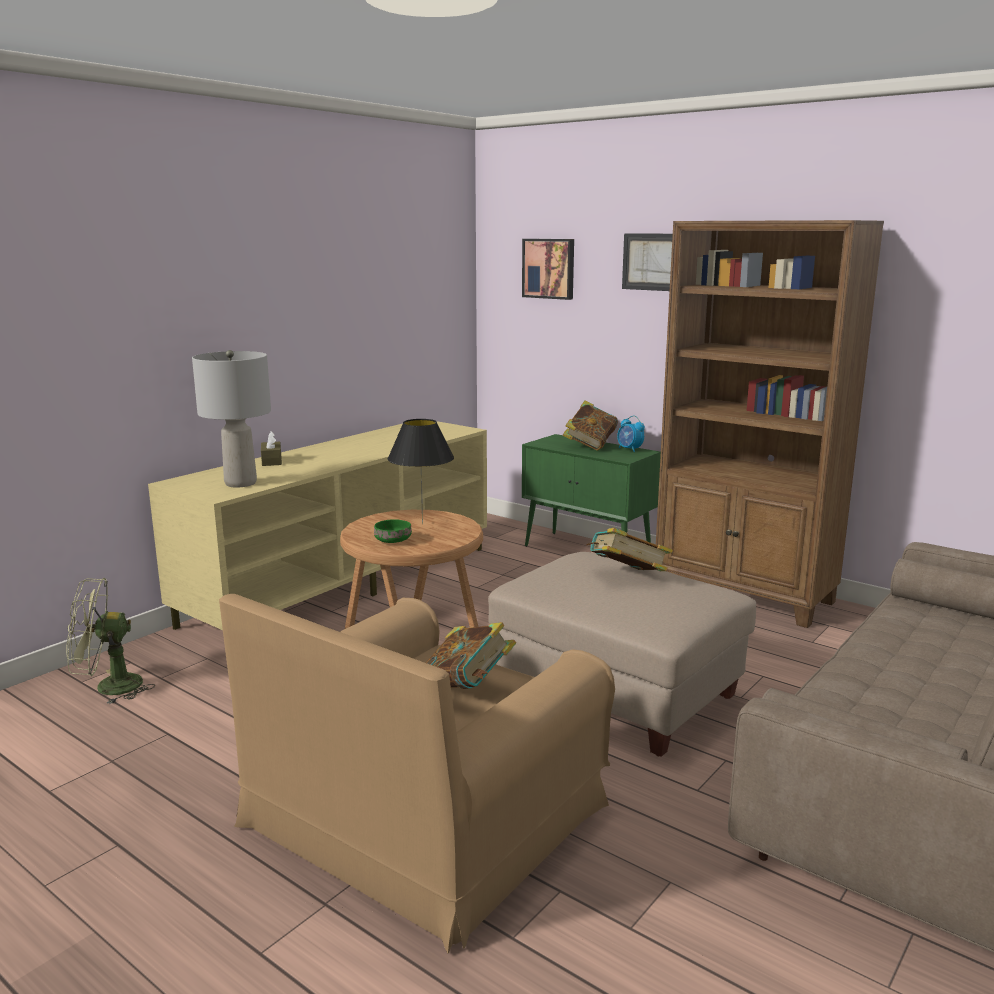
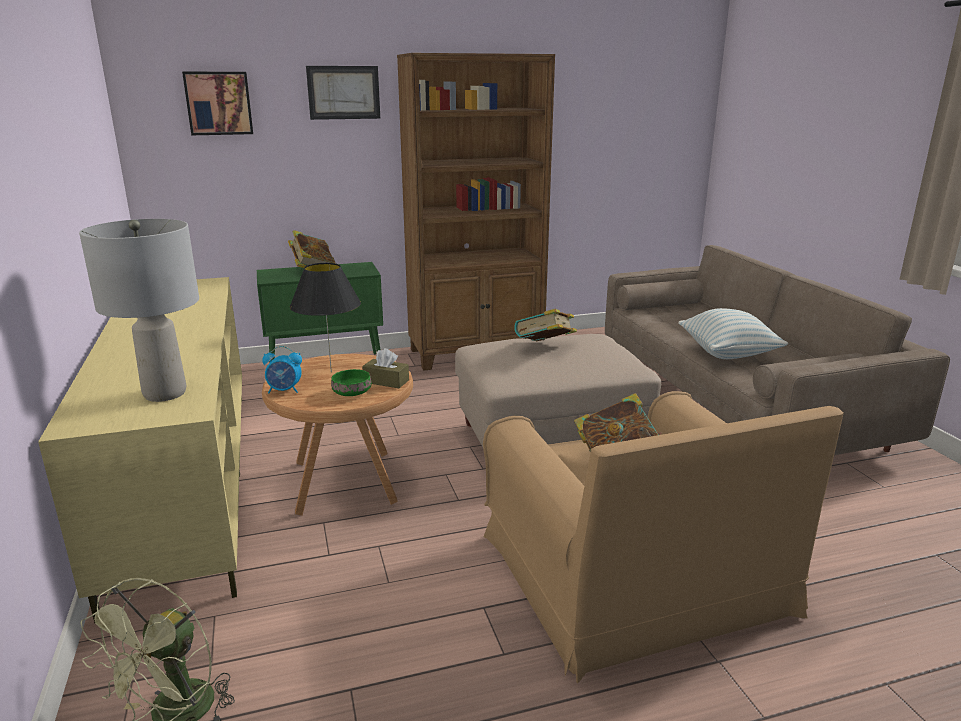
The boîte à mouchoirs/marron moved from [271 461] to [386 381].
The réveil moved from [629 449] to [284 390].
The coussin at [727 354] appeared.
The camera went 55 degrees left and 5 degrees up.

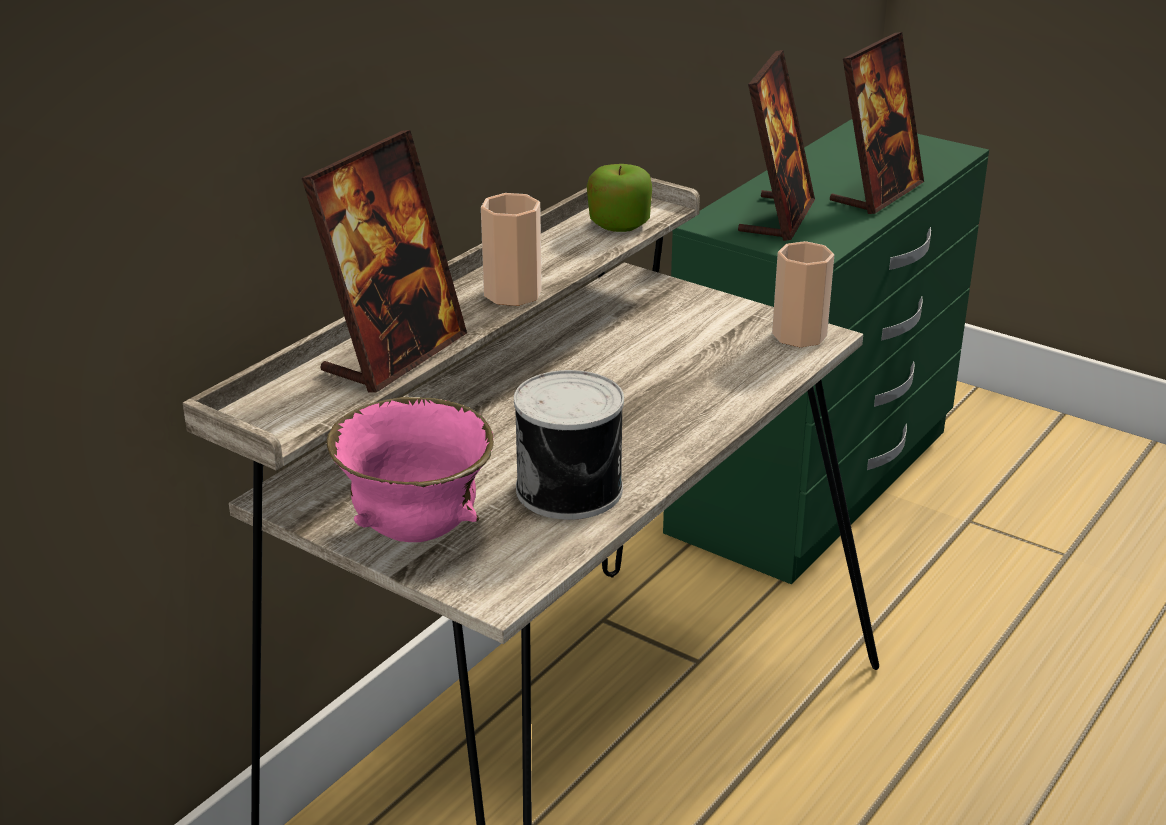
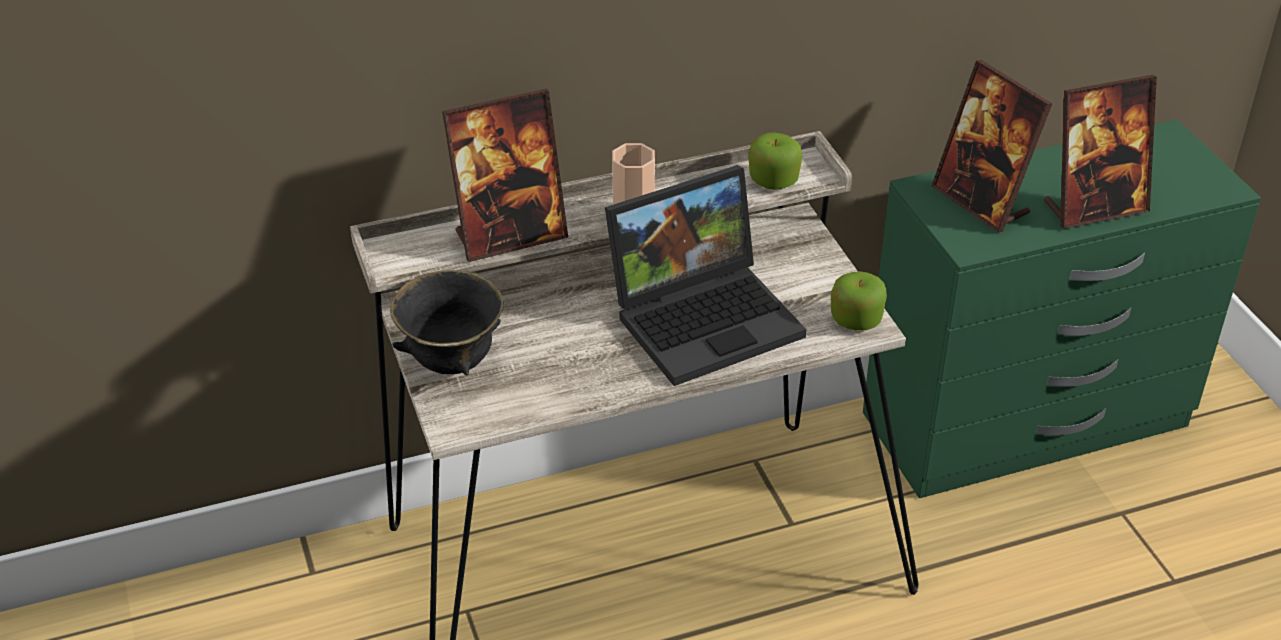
The bol/rose at [416 532] became the bol/noir at [451 364].
The boîte métallique at [572 489] disappeared.
The cadre photo at [776 217] turned 90 degrees clockwise.
The tasse at [799 335] was replaced by the pomme at [856 319].
The ordinateur portable at [706 316] appeared.
The camera went 35 degrees right and 10 degrees up.

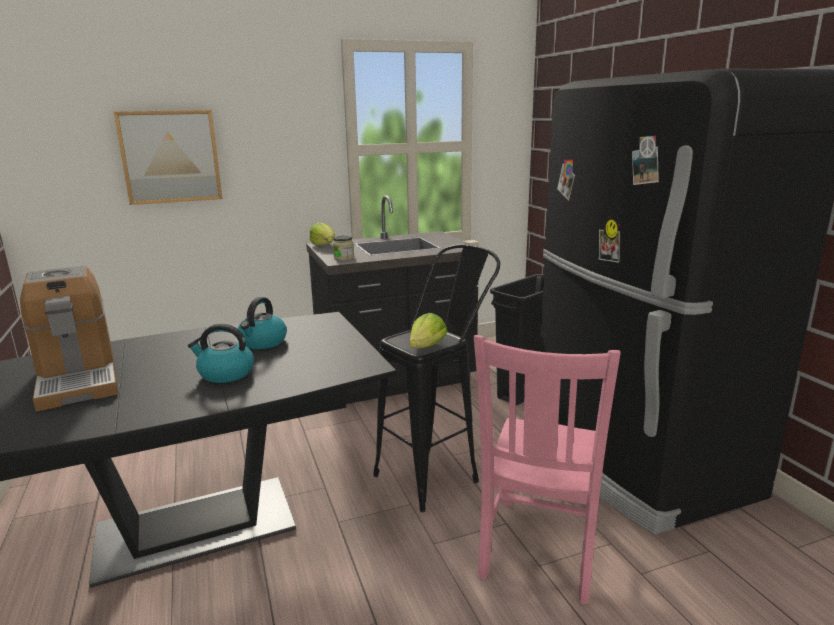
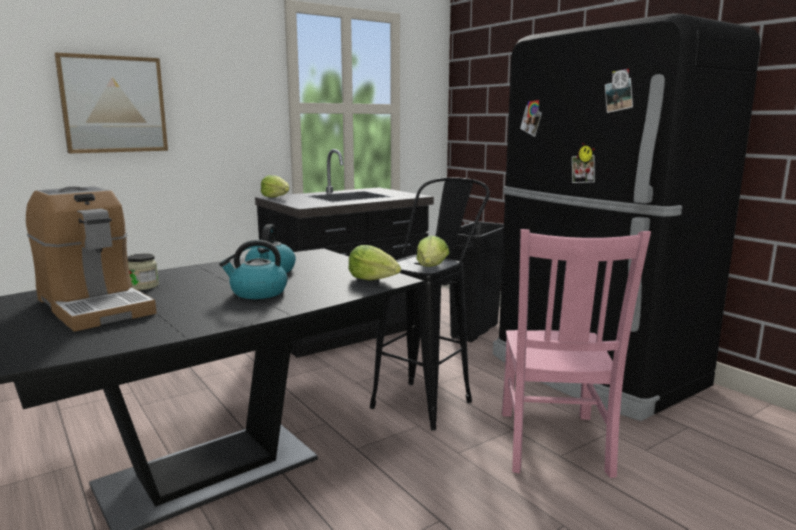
The bocal moved from [344 258] to [143 286].
The laitue at [374 280] appeared.
The camera went 15 degrees left and 5 degrees down.

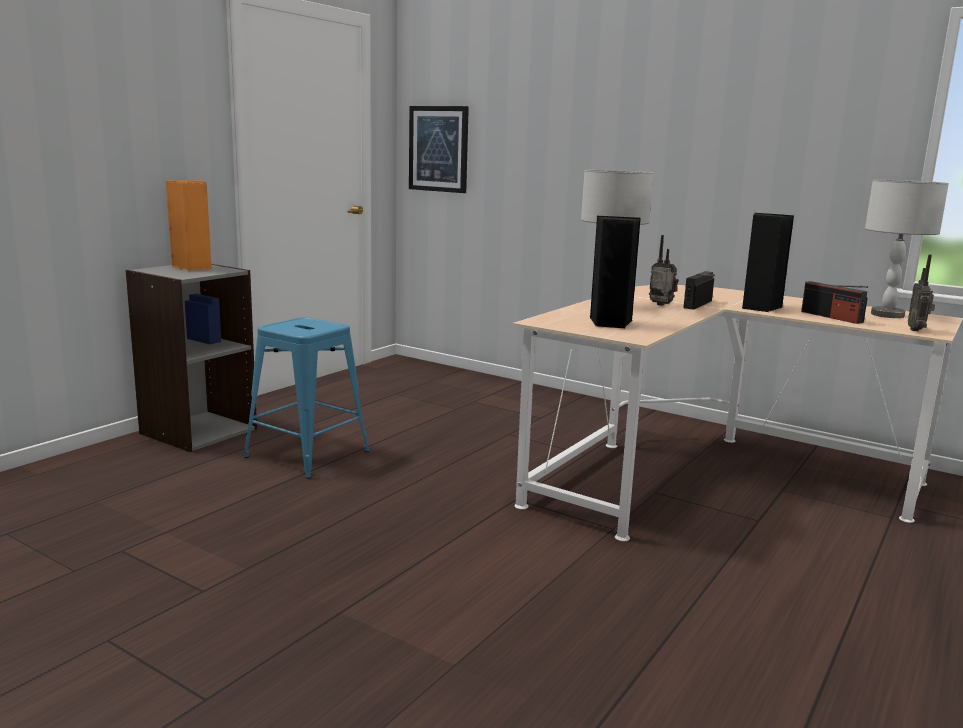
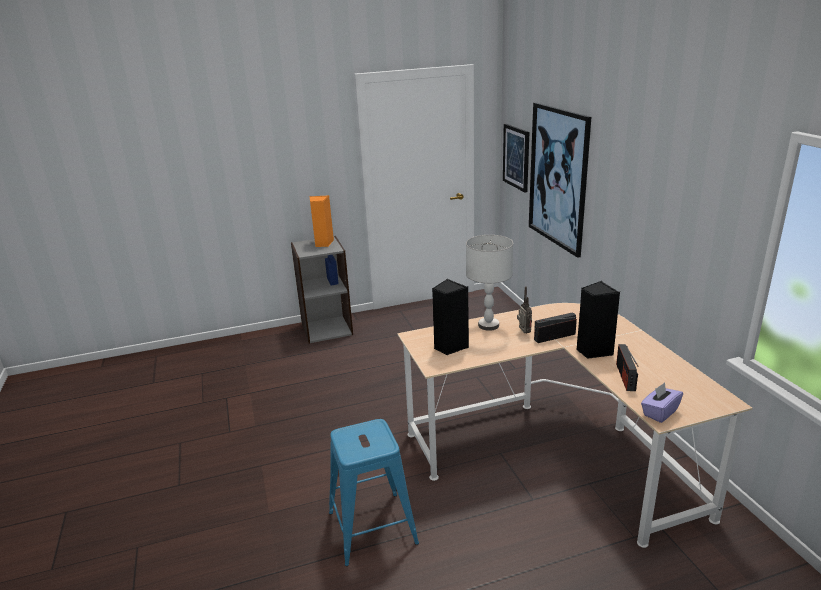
The tabouret/bleu moved from [308 454] to [373 528].
The lampe de table/gris at [887 315] disappeared.
The radio at [917 330] was replaced by the boîte à mouchoirs/violet at [659 412].
The tableau at [558 177] appeared.
The camera went 40 degrees right and 10 degrees up.

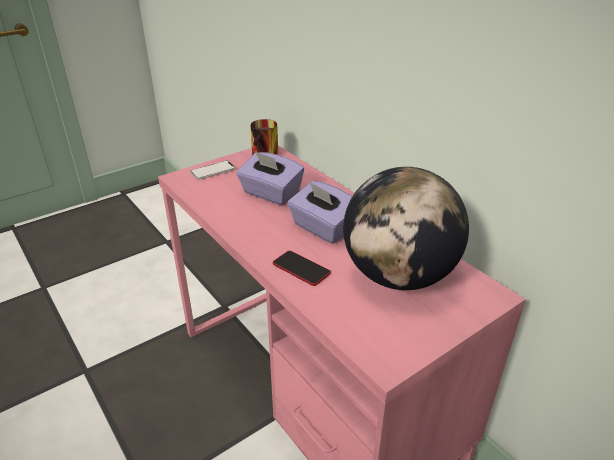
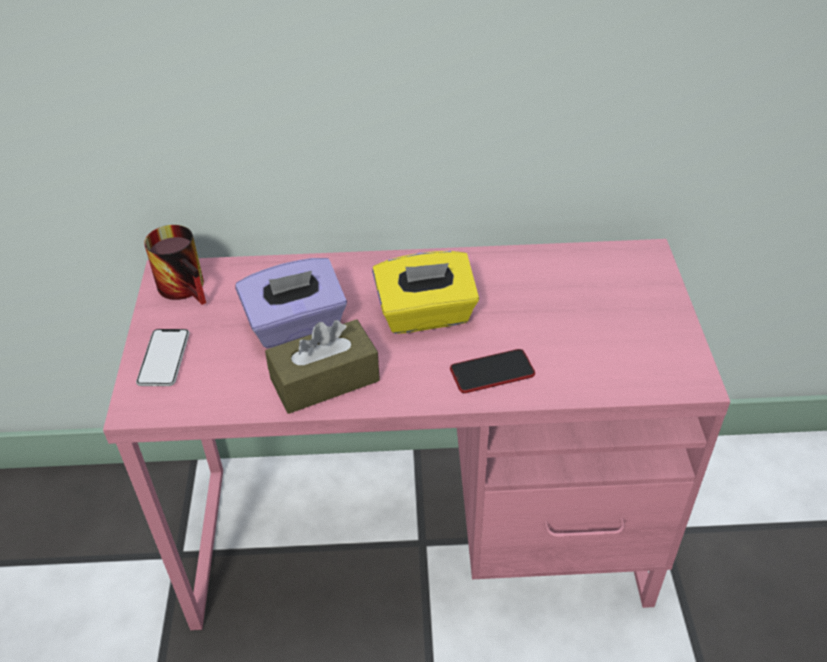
The boîte à mouchoirs/violet at [323 228] became the boîte à mouchoirs/jaune at [426 315].
The globe at [398 276] disappeared.
The boîte à mouchoirs/marron at [325 380] appeared.
The camera went 55 degrees left and 10 degrees up.

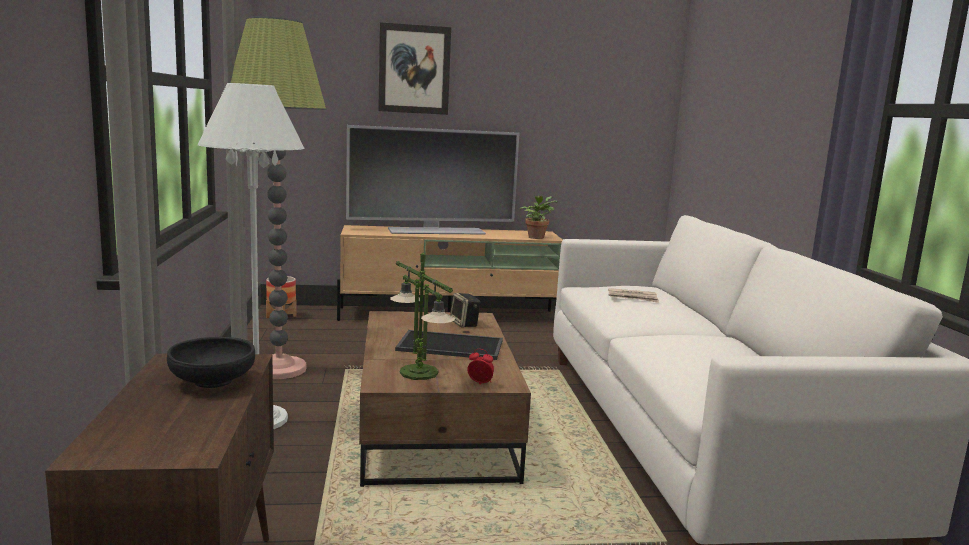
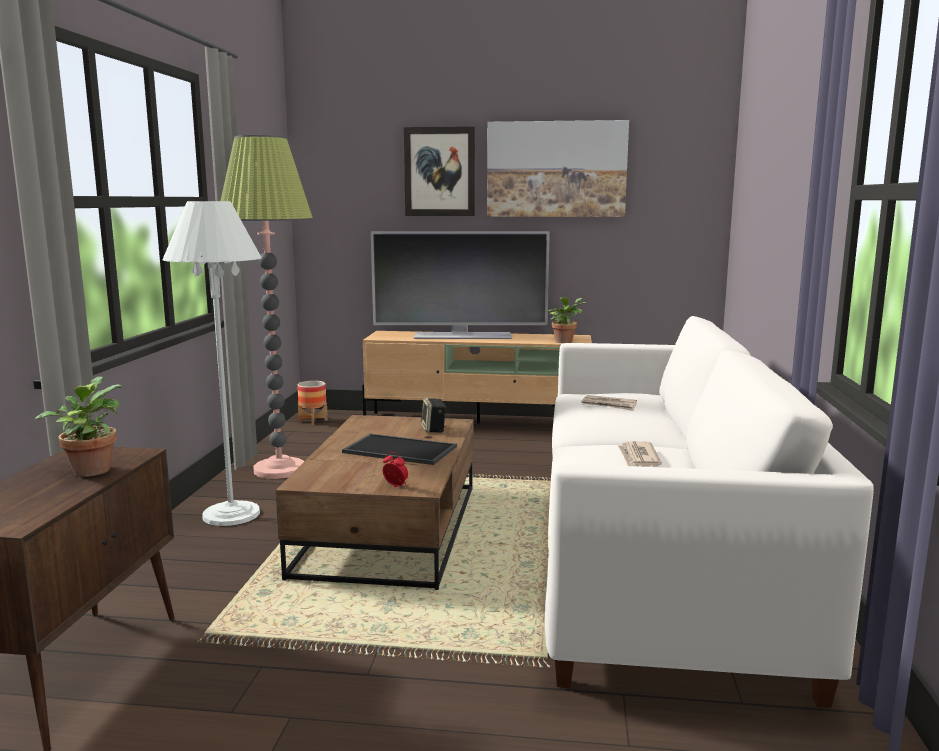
The bol/noir at [212 381] was replaced by the plante en pot at [91 469].
The lampe de table at [419 373] disappeared.
The tableau at [556 169] appeared.
The journal at [638 458] appeared.
The camera went 15 degrees right and 0 degrees up.

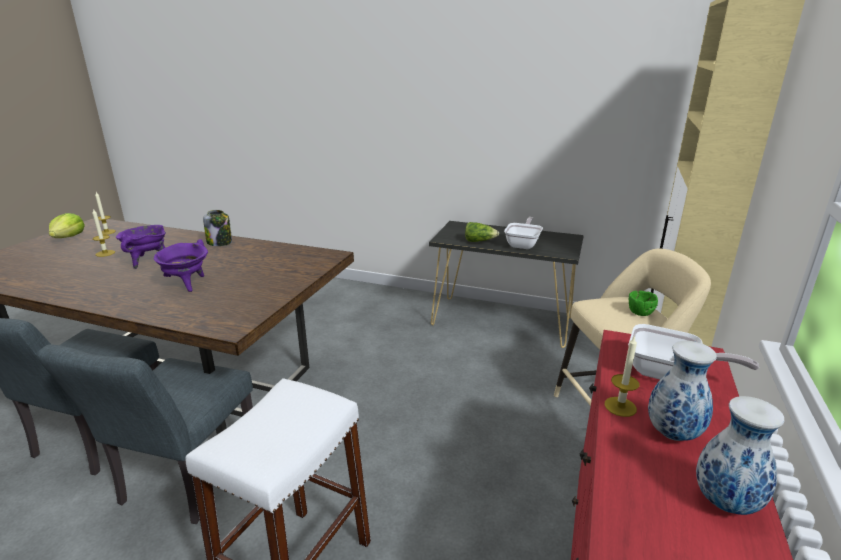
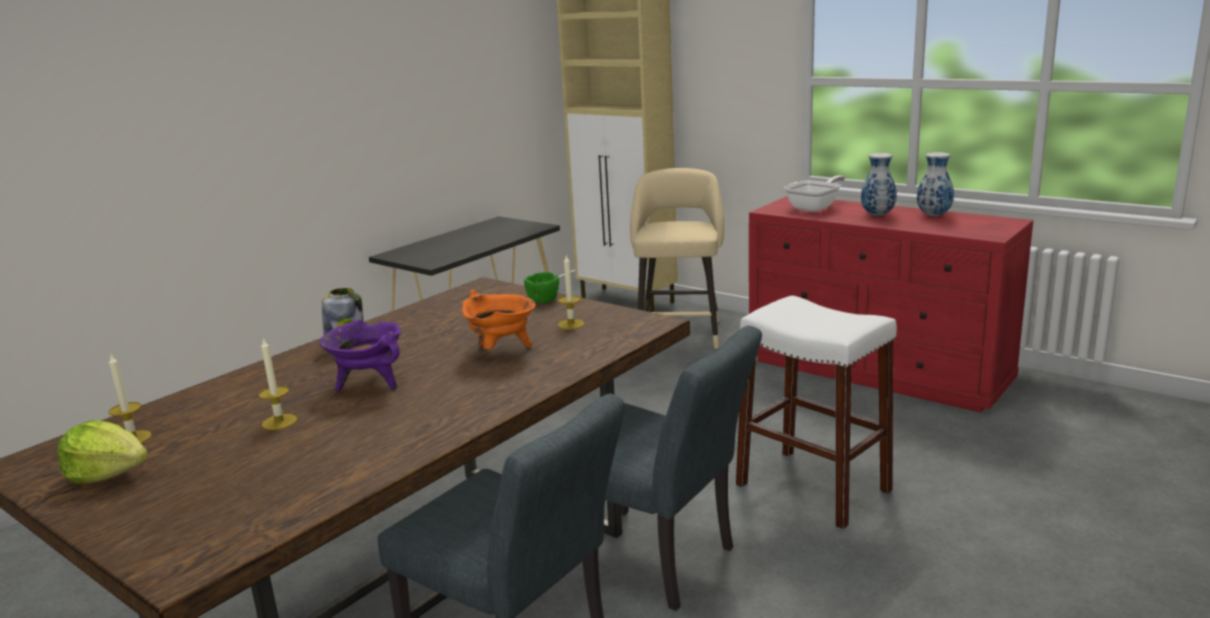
The marmite/violet at [187 284] became the marmite/orange at [501 351].
The laitue at [479 241] disappeared.
The poêle at [523 244] disappeared.
The bougie moved from [620 406] to [571 324].
The bol/vert moved from [640 312] to [543 300].
The camera went 70 degrees left and 5 degrees down.

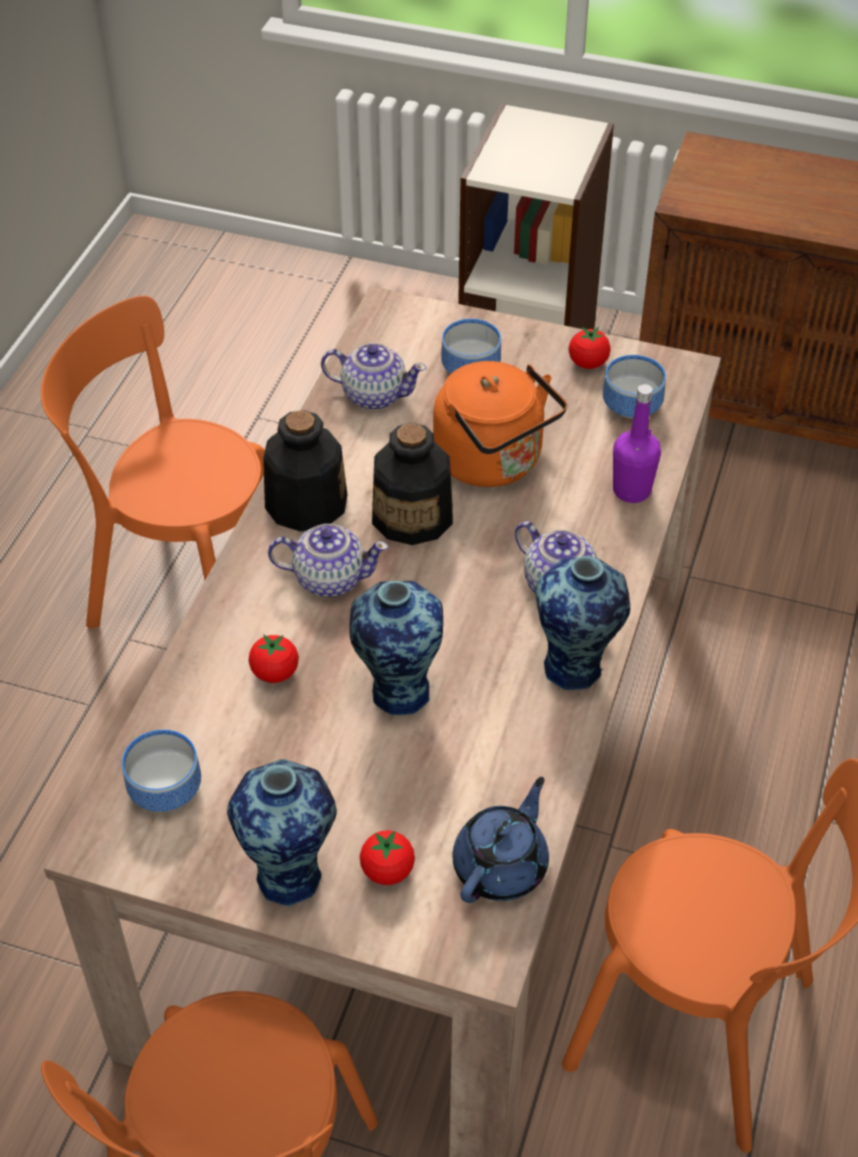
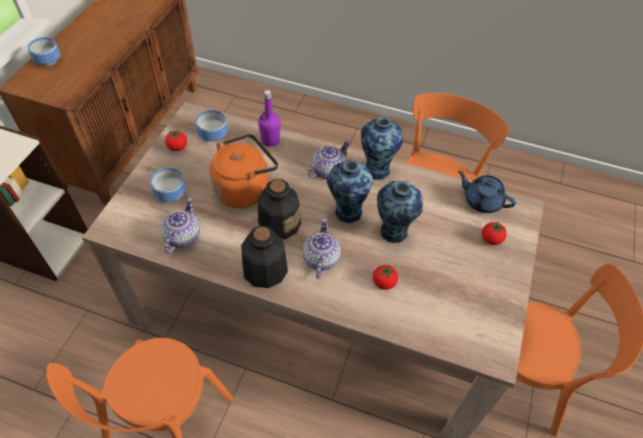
The bol moved from [167 792] to [49 60].
The vase moved from [290 874] to [346 212].
The camera went 90 degrees left and 5 degrees up.

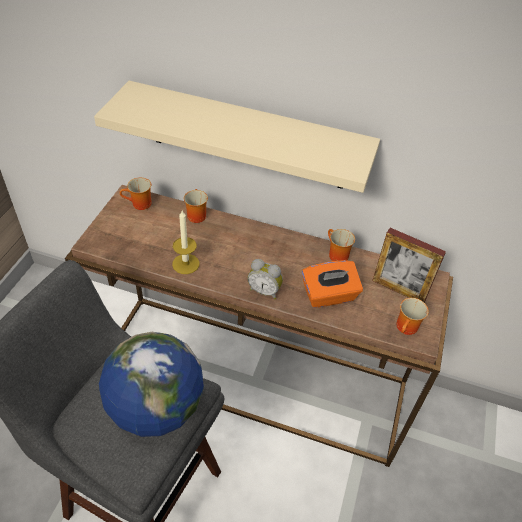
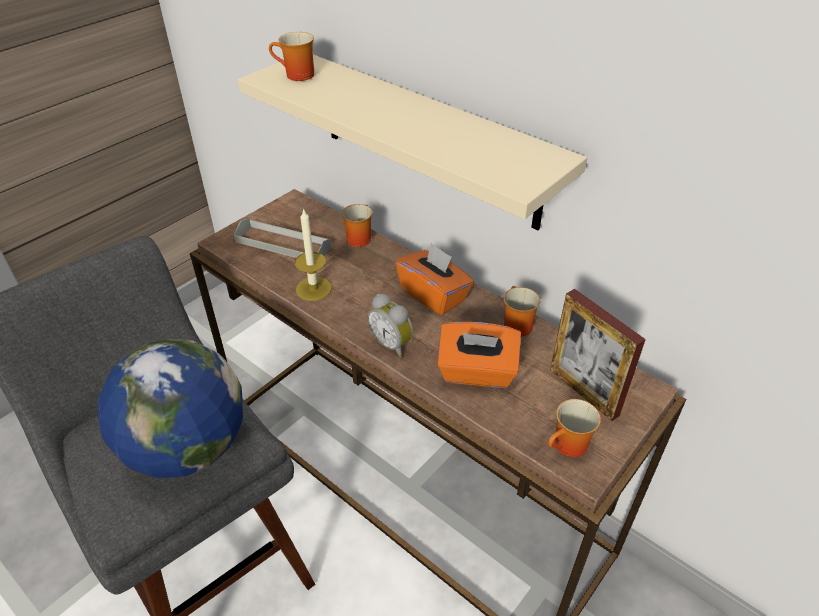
The mug moved from [139 205] to [296 76].
The plateau/gris at [283 244] appeared.
The boîte à mouchoirs/orange at [434 295] appeared.
The camera went 25 degrees right and 5 degrees down.

